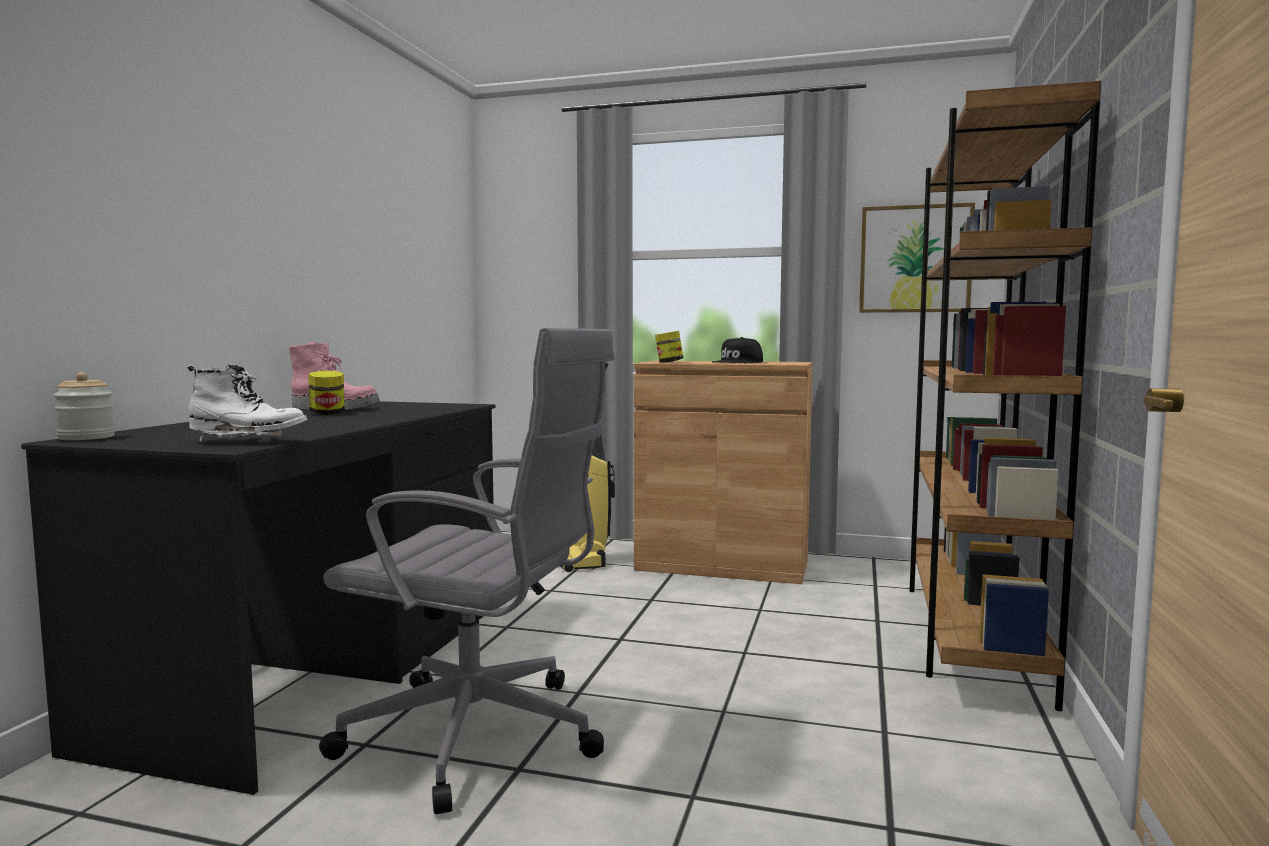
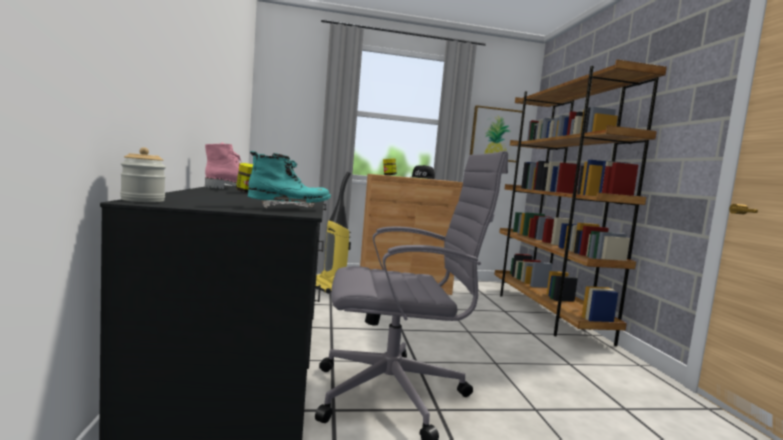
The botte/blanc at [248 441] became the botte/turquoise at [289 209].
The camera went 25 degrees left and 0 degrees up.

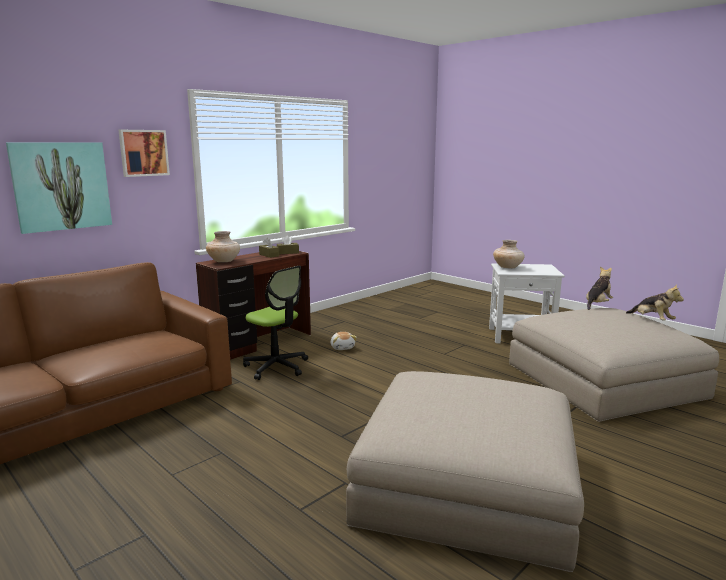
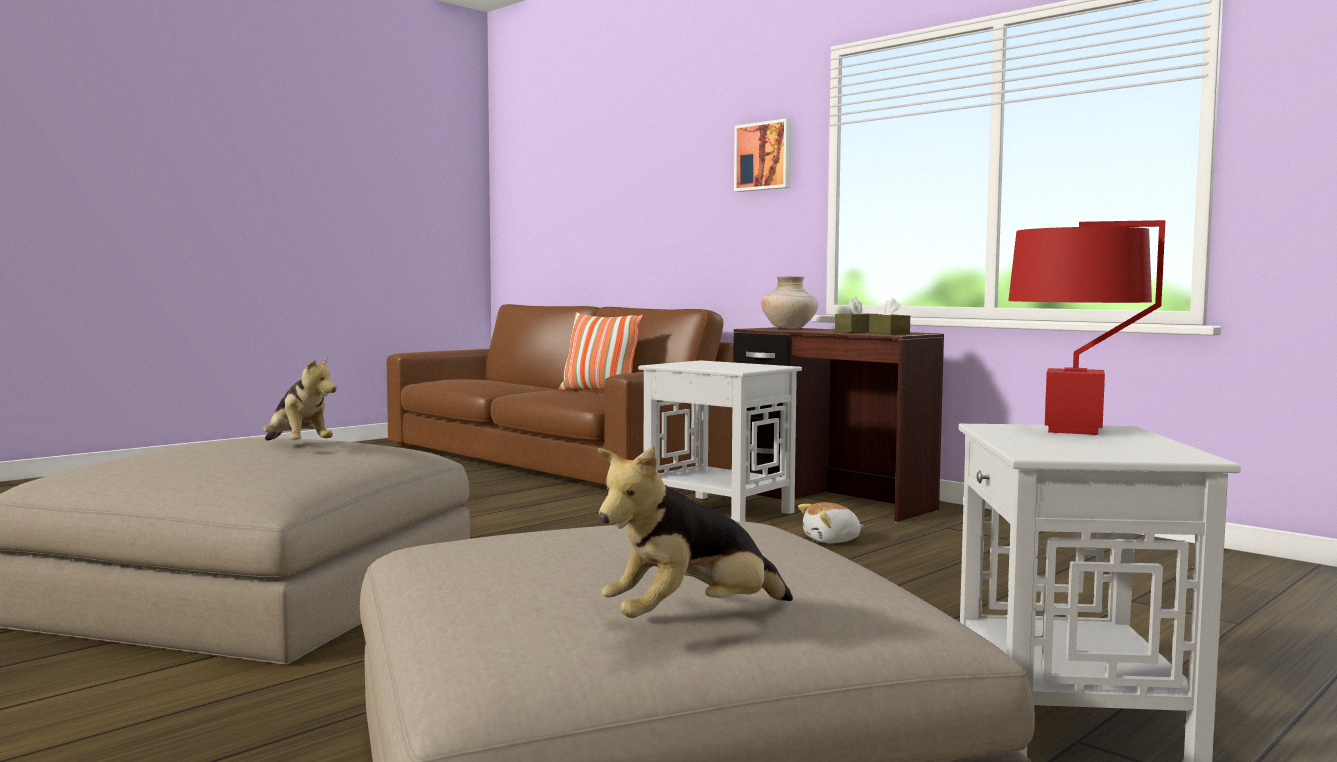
The tableau at [62 186] disappeared.
The chaise de bureau at [276 367] was replaced by the table d'appoint/blanc at [717 511].
The vase/beige at [508 267] was replaced by the lampe de table/rouge at [1074 430].
The peluche moved from [597 304] to [298 447].
The coussin at [599 392] appeared.
The camera went 90 degrees right and 10 degrees down.

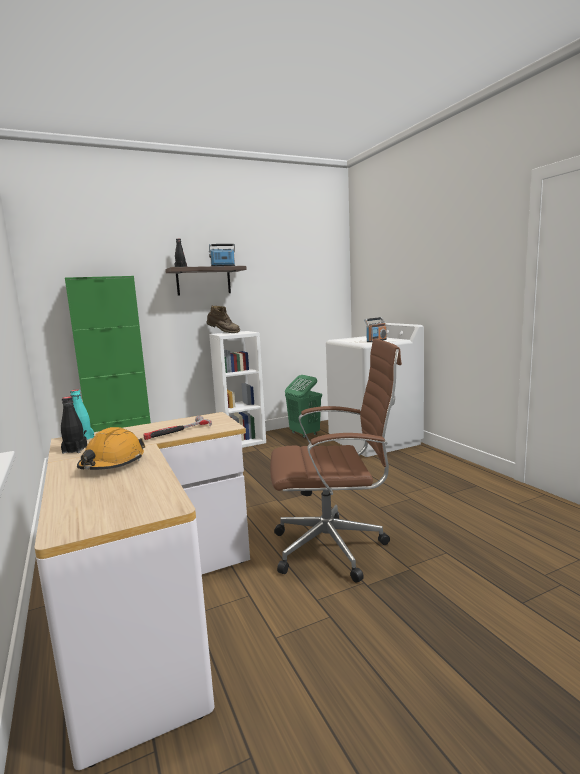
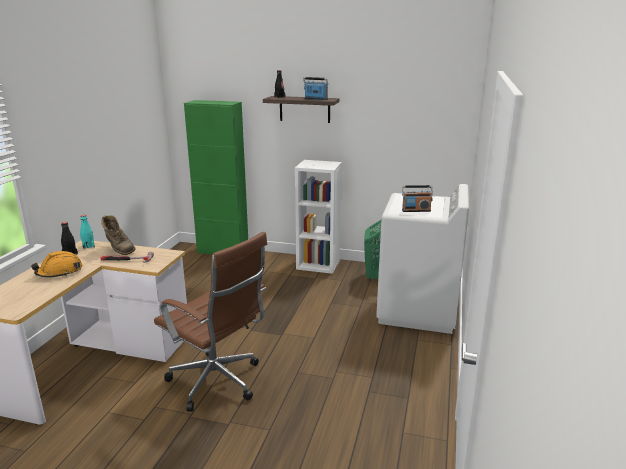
The botte/marron moved from [223 333] to [119 249].
The camera went 40 degrees right and 10 degrees up.

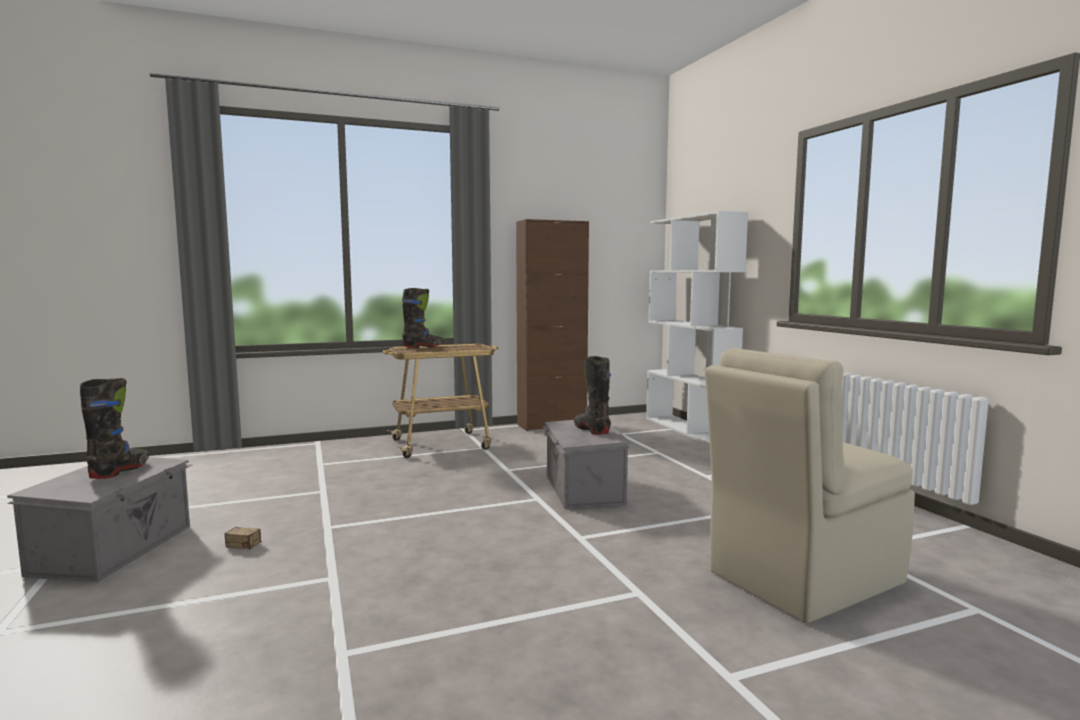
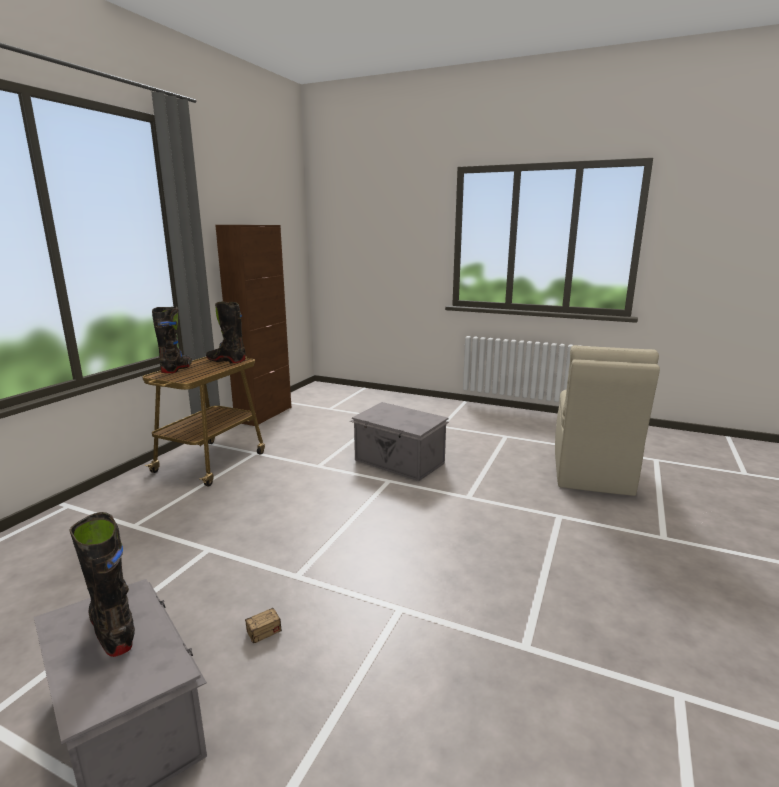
The botte/noir moved from [591 430] to [226 360].
The bibliothèque/blanc at [689 429] disappeared.
The camera went 45 degrees left and 10 degrees up.

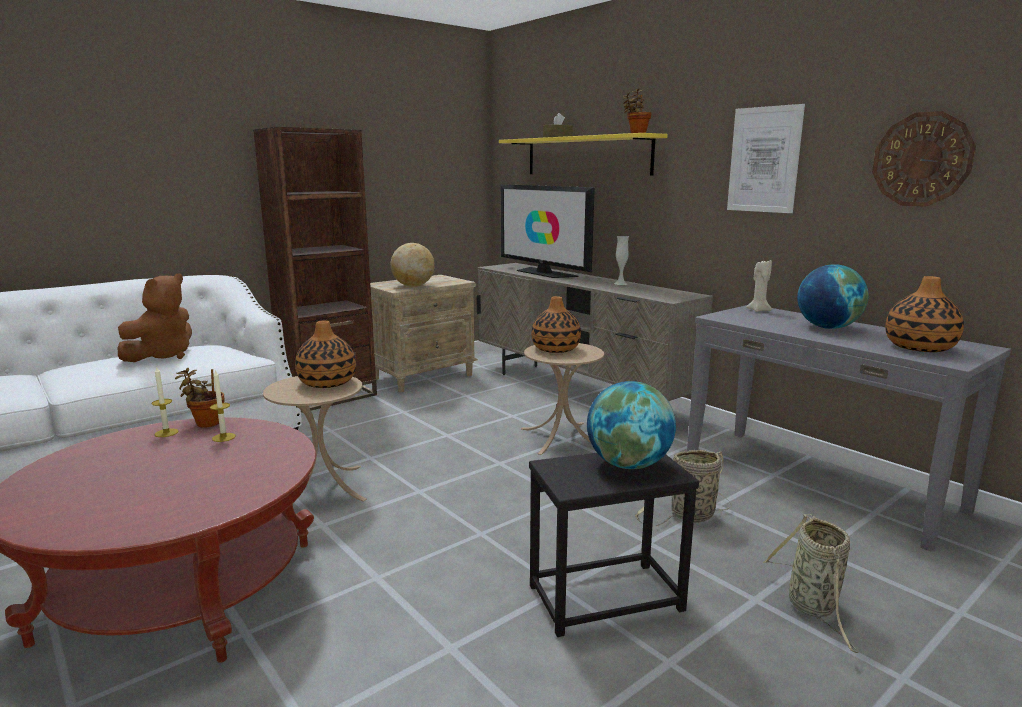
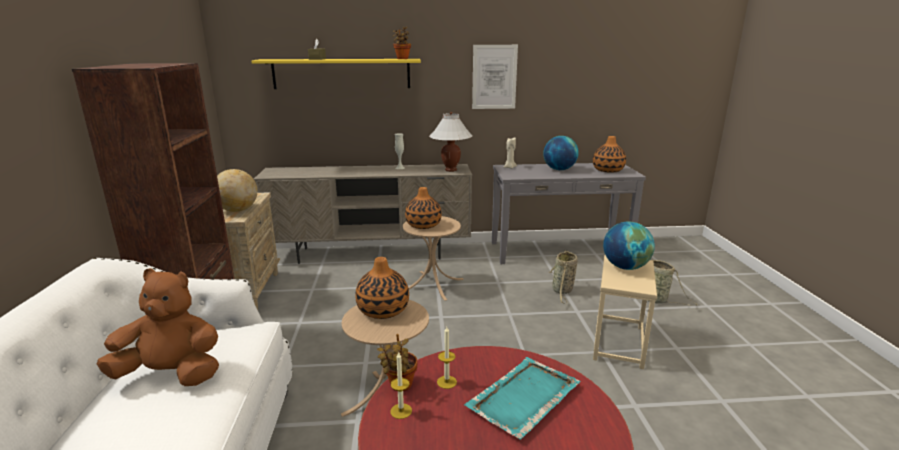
The peluche/marron at [163 356] turned 60 degrees counterclockwise.
The téléviseur at [544 273] disappeared.
The table d'appoint/noir at [606 599] became the table d'appoint/beige at [619 343].
The horloge murale at [922 159] disappeared.
The lampe de table/blanc at [451 170] appeared.
The plateau/turquoise at [522 398] appeared.
The camera went 55 degrees left and 5 degrees up.

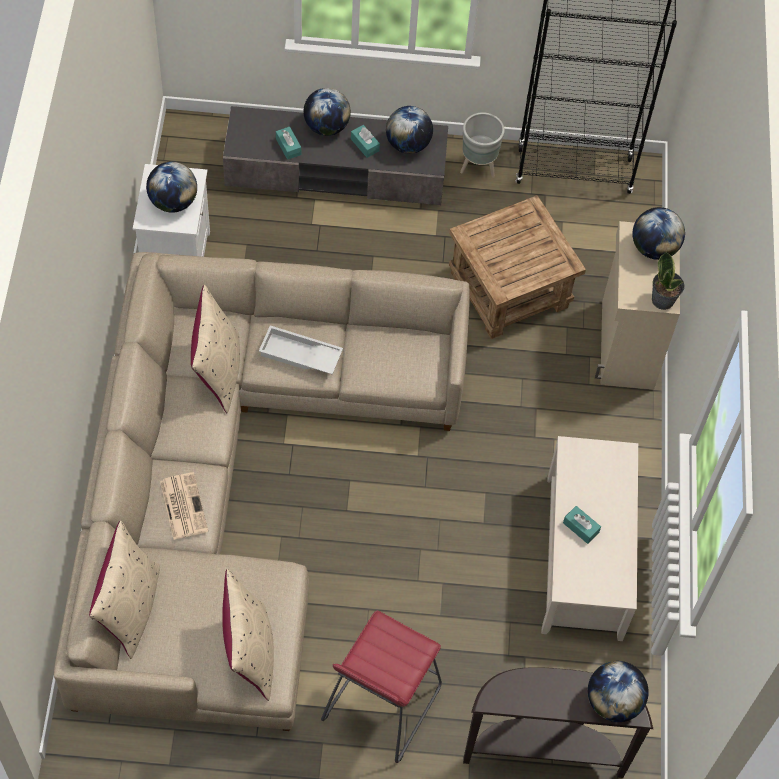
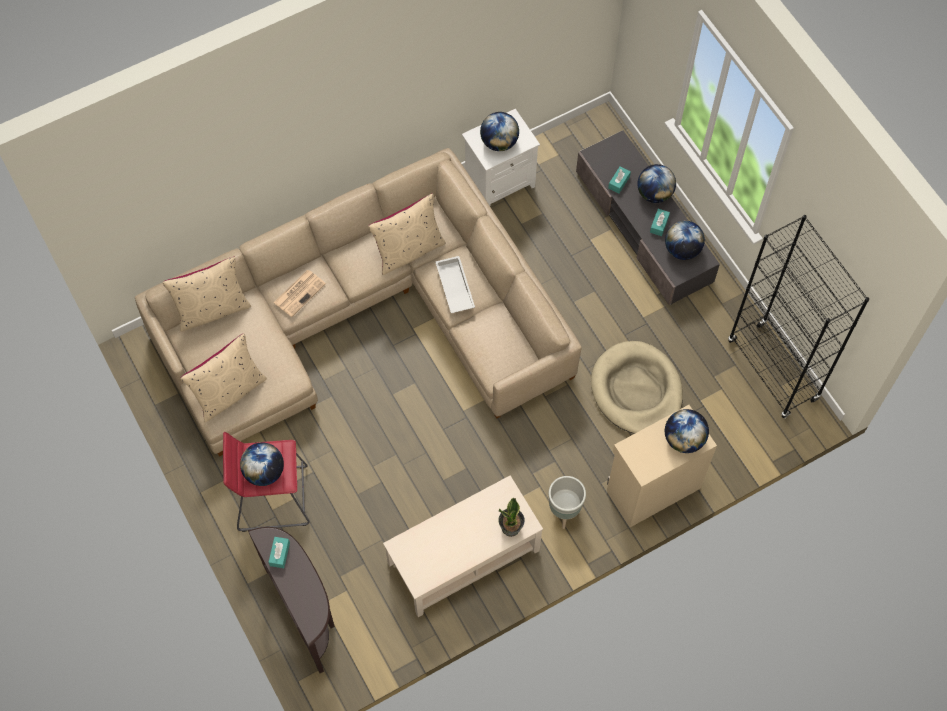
The table d'appoint/marron at [510 291] was replaced by the panier pour chien/beige at [636 390].
The cache-pot/gris moved from [478 167] to [563 512].
The boîte à mouchoirs/turquoise moved from [581 528] to [279 554].
The globe moved from [613 702] to [264 472].
The plante en pot moved from [663 300] to [511 528].
The camera went 60 degrees right and 5 degrees up.

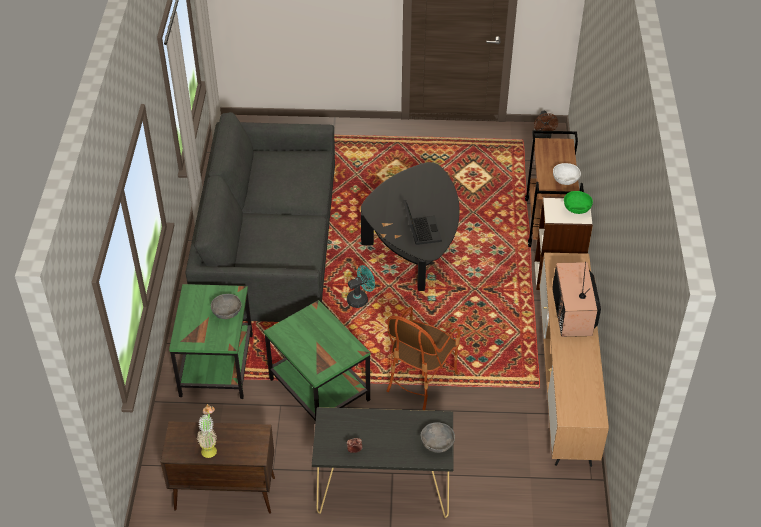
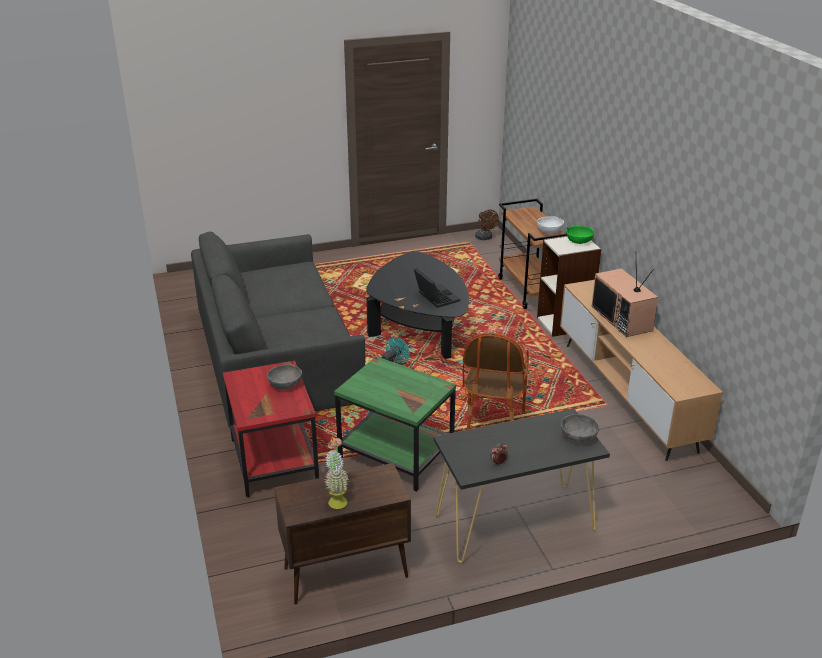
The table d'appoint/vert at [216 365] became the table d'appoint/rouge at [273 461].
The camera went 20 degrees left and 15 degrees down.

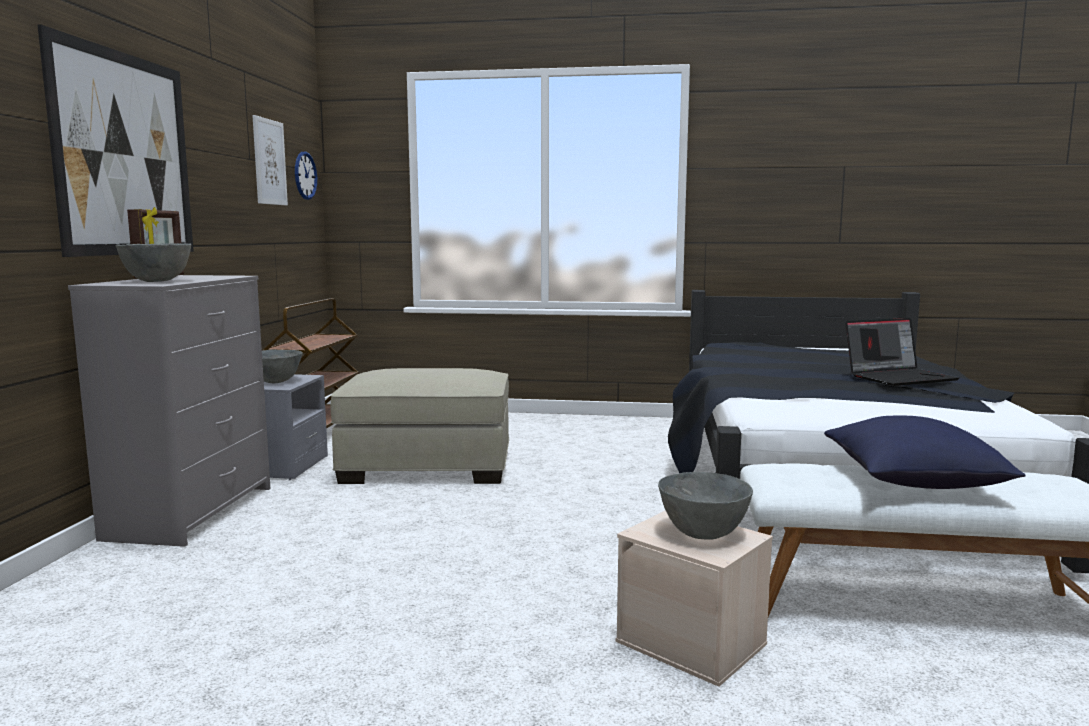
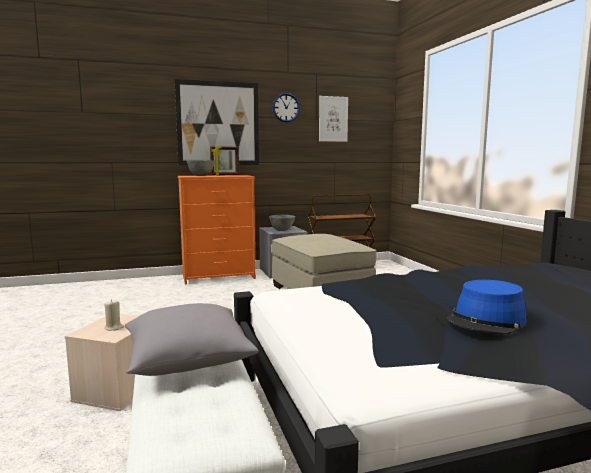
The commode/gris at [192 512] became the commode/orange at [219 276].
The horloge murale moved from [305 175] to [286 107].
The bol/gris at [703 534] was replaced by the bougie/beige at [114 327].
The coussin/bleu at [913 482] became the coussin/gris at [188 361].
The ordinateur portable at [899 377] was replaced by the chapeau/bleu at [486 320].
The camera went 65 degrees right and 0 degrees up.

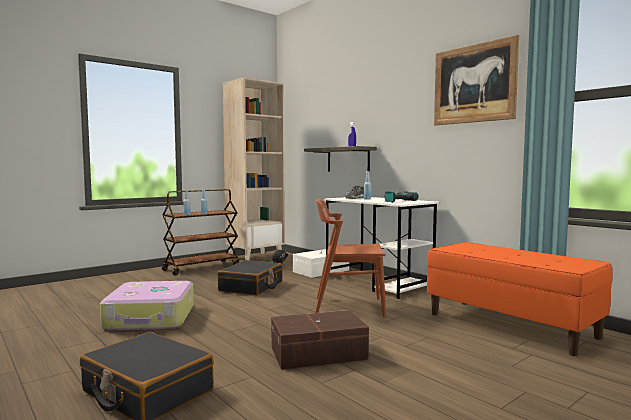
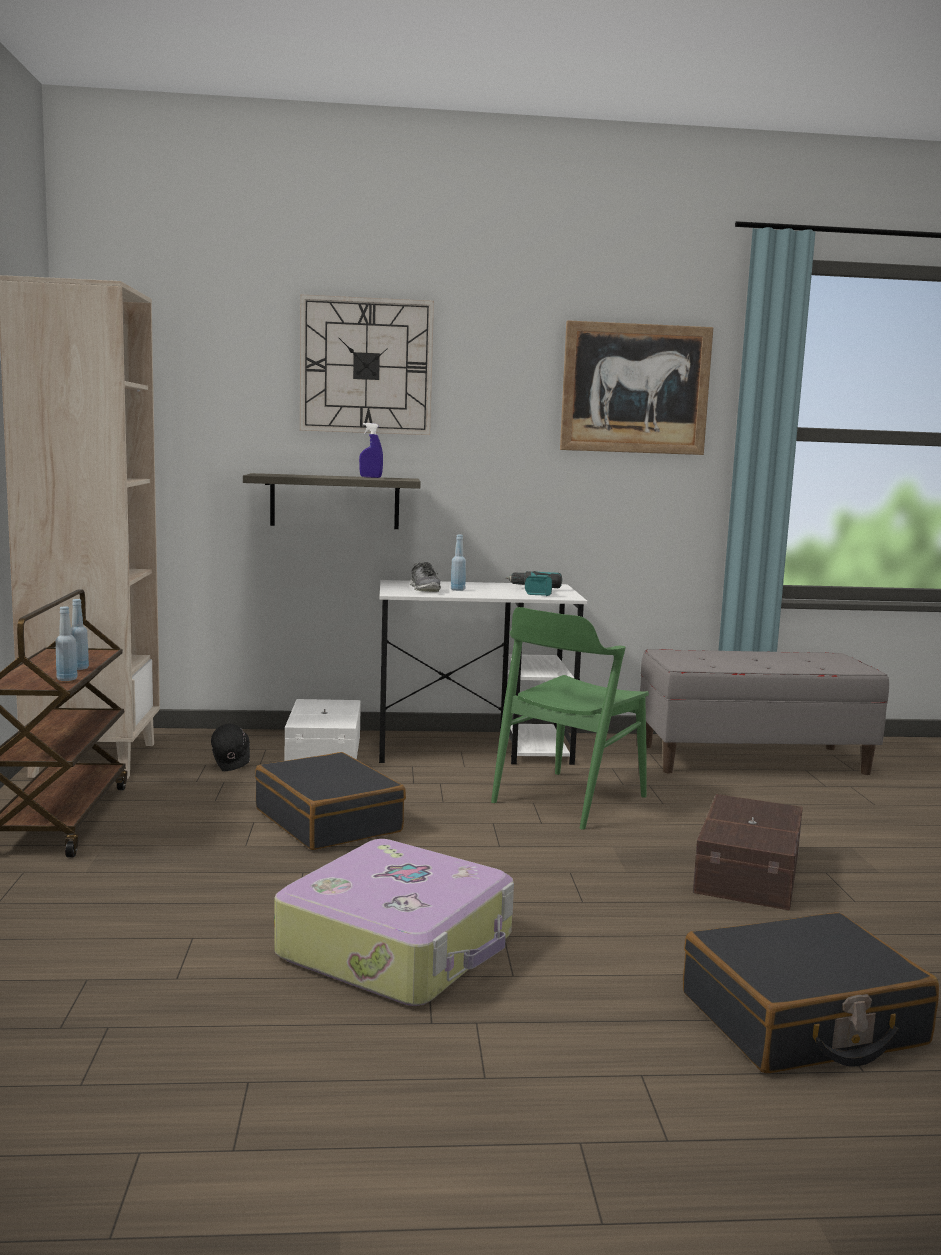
The chaise/marron at [348 307] became the chaise/vert at [568 799].
The banc/orange at [510 325] became the banc/gris at [753 759].
The horloge murale at [366 366] appeared.
The camera went 55 degrees left and 5 degrees up.

